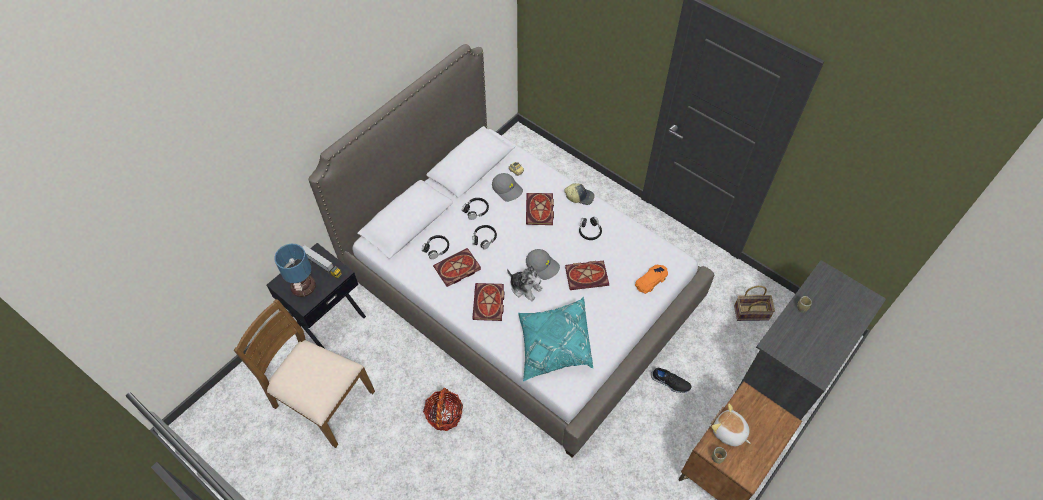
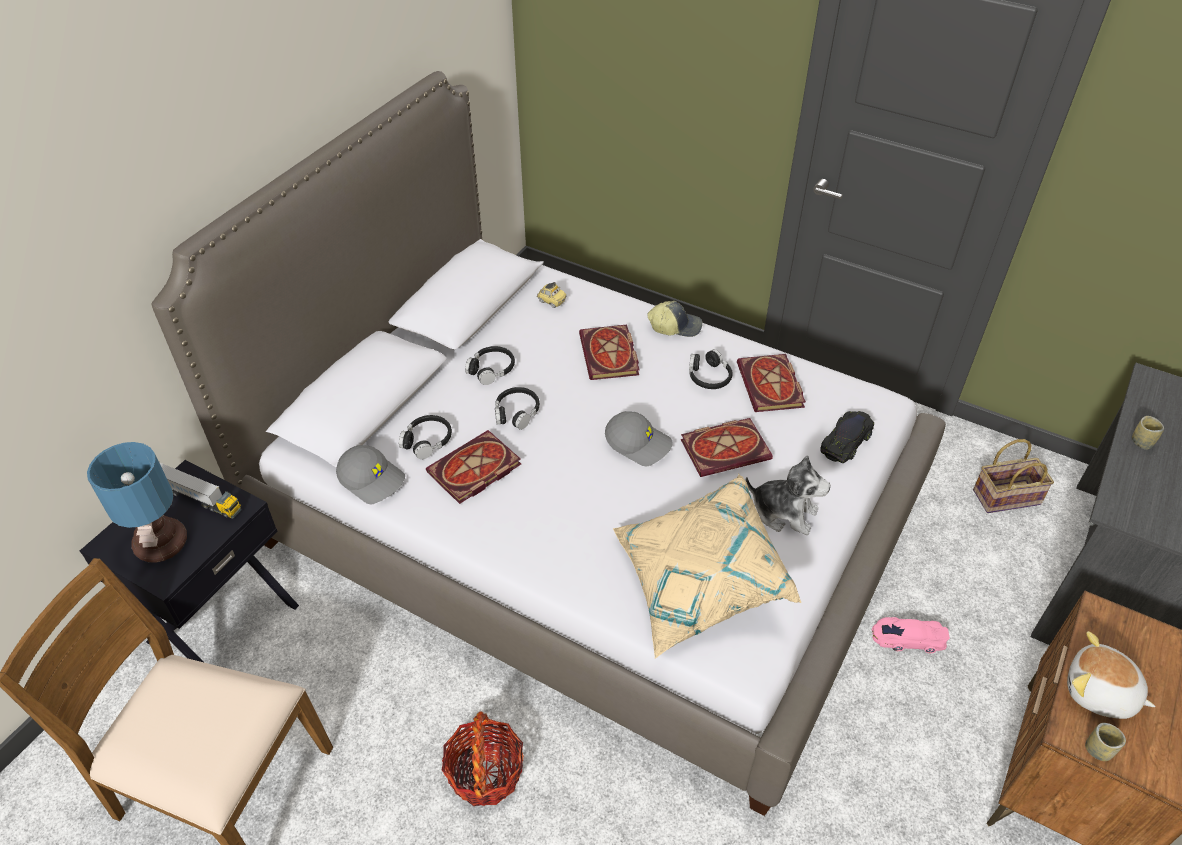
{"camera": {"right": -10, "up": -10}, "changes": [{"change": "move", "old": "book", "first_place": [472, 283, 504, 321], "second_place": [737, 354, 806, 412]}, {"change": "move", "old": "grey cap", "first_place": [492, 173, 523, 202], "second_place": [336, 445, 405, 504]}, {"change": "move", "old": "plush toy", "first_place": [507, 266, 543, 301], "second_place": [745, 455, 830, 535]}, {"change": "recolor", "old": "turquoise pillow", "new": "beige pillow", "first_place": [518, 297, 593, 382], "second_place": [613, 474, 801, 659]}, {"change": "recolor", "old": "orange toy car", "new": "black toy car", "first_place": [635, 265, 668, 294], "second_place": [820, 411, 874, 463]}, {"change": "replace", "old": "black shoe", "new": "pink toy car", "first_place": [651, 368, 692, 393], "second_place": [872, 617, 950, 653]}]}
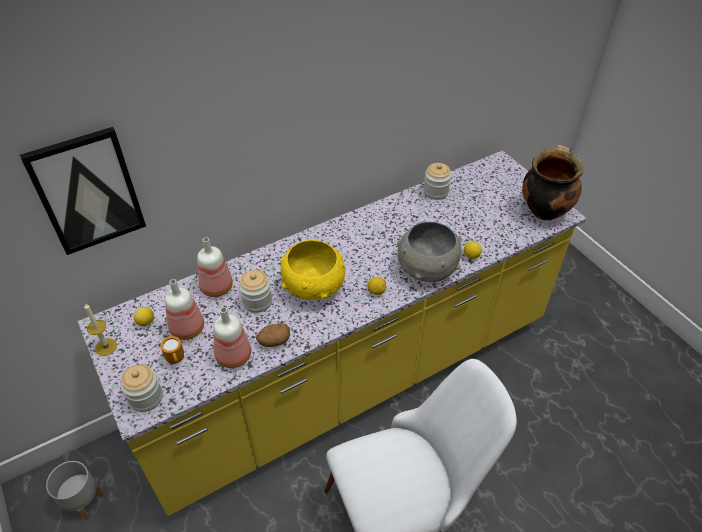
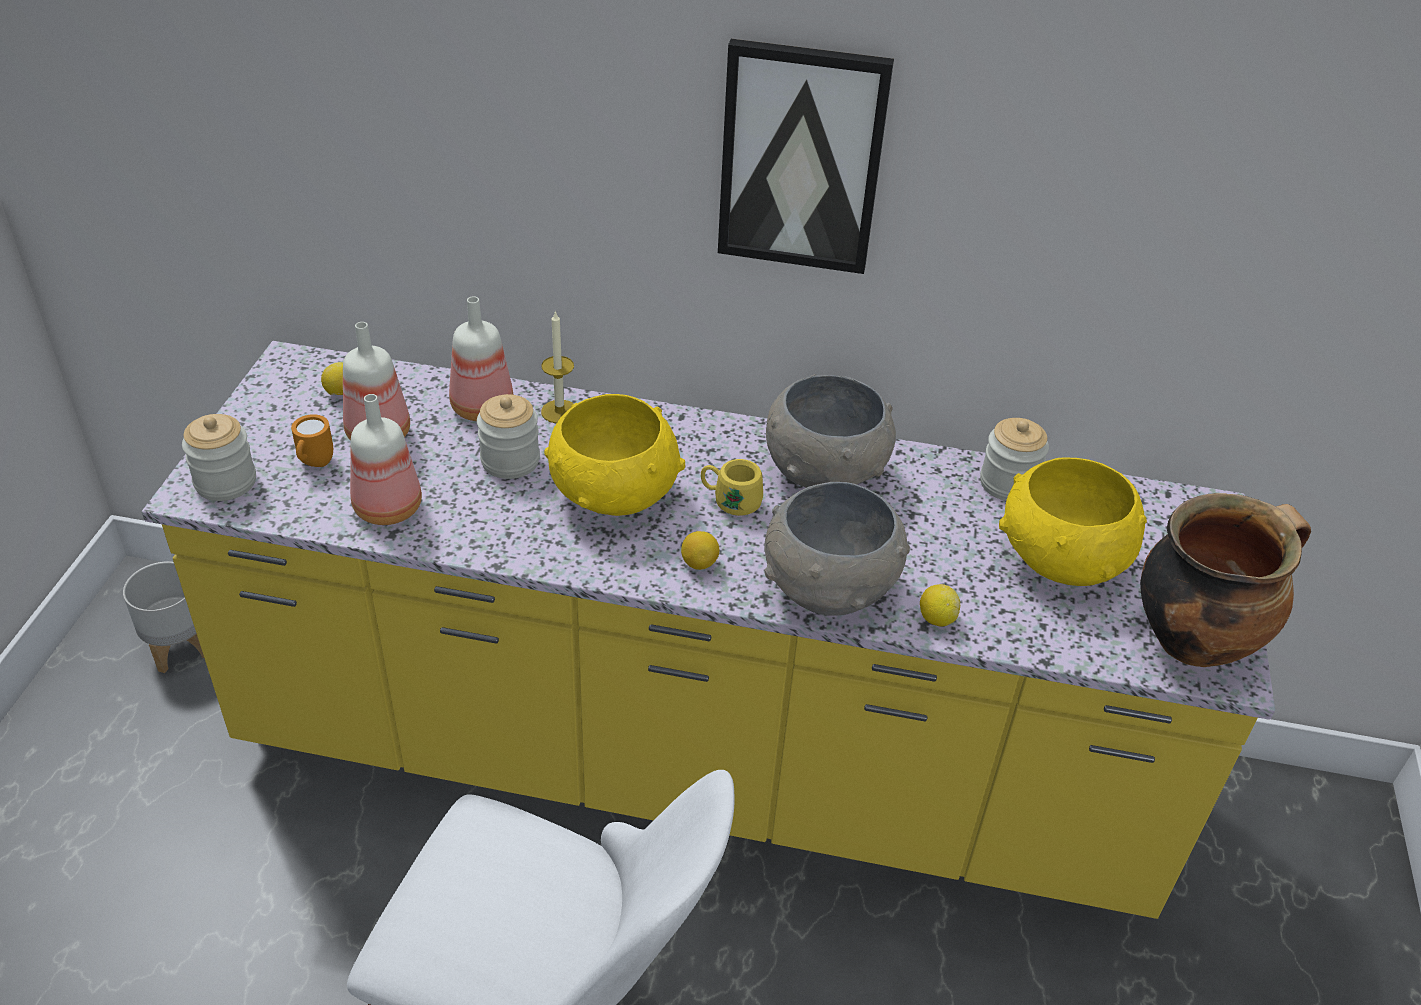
{"camera": {"right": 40, "up": -5}, "changes": [{"change": "move", "old": "picture", "first_place": [20, 127, 146, 255], "second_place": [718, 39, 894, 274]}, {"change": "move", "old": "candle", "first_place": [84, 304, 117, 356], "second_place": [541, 310, 574, 423]}, {"change": "delete", "old": "potato", "first_place": [256, 323, 290, 347]}, {"change": "insert", "new": "yellow mug", "second_place": [701, 459, 763, 516]}, {"change": "insert", "new": "grey bowl", "second_place": [766, 374, 896, 488]}, {"change": "insert", "new": "yellow bowl", "second_place": [999, 458, 1147, 586]}]}
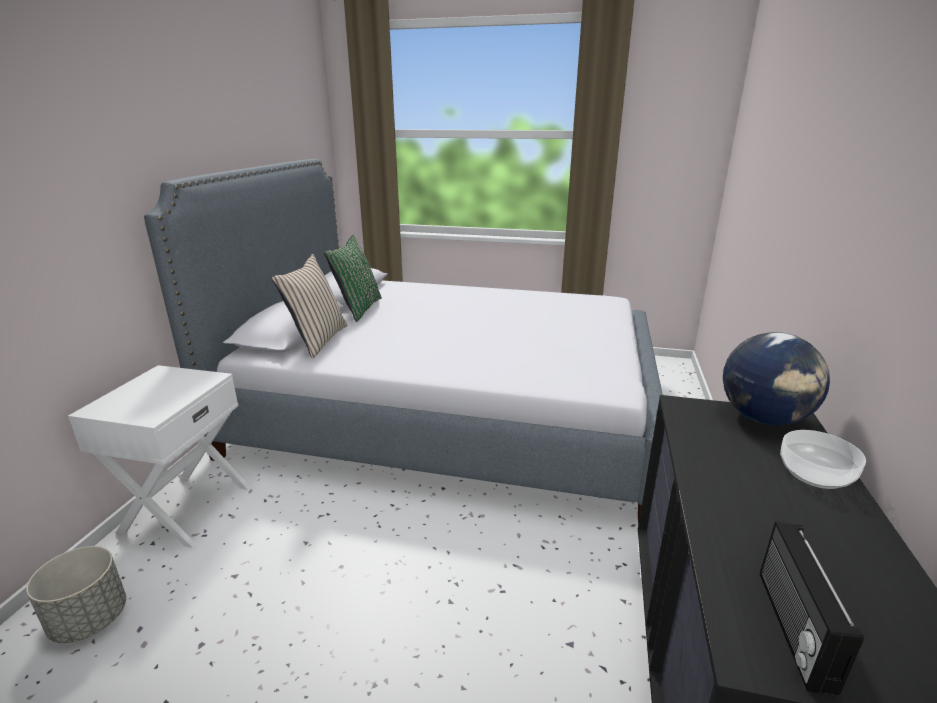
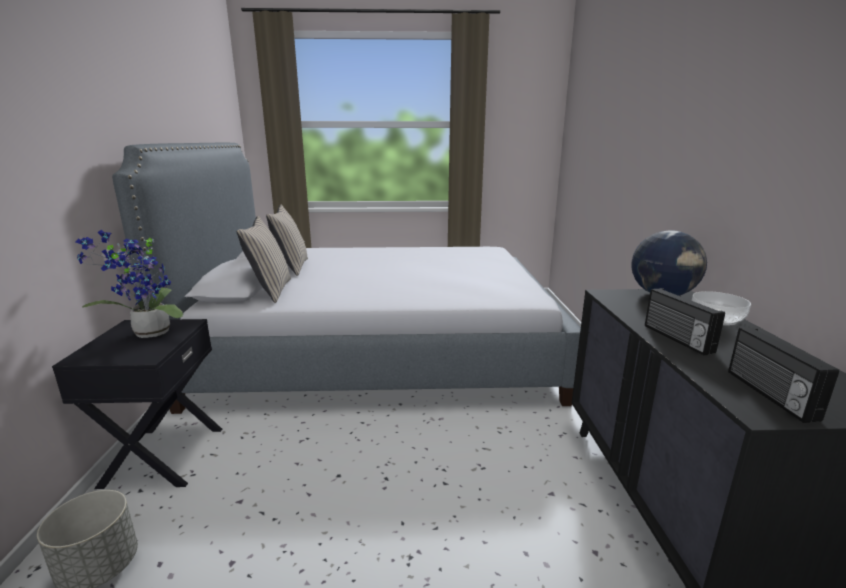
{"camera": {"right": -15, "up": -5}, "changes": [{"change": "recolor", "old": "white nightstand", "new": "black nightstand", "first_place": [68, 365, 250, 548], "second_place": [52, 319, 222, 489]}, {"change": "recolor", "old": "green pillow", "new": "beige pillow", "first_place": [324, 235, 382, 322], "second_place": [266, 205, 308, 276]}, {"change": "insert", "new": "potted plant", "second_place": [75, 230, 183, 338]}, {"change": "insert", "new": "radio", "second_place": [645, 288, 725, 356]}]}
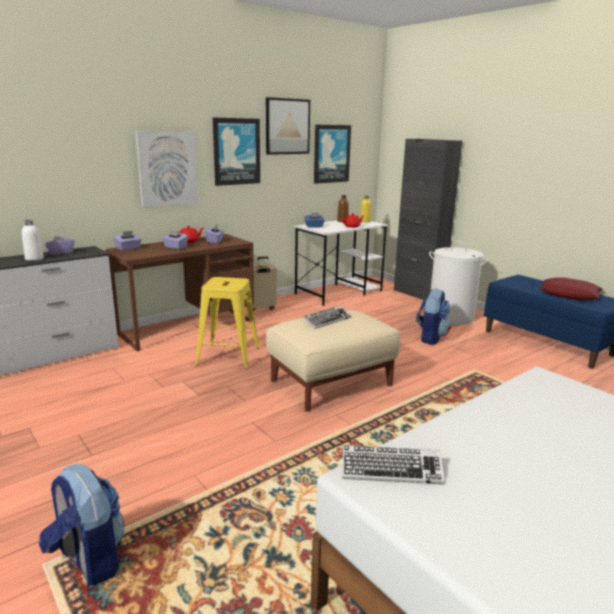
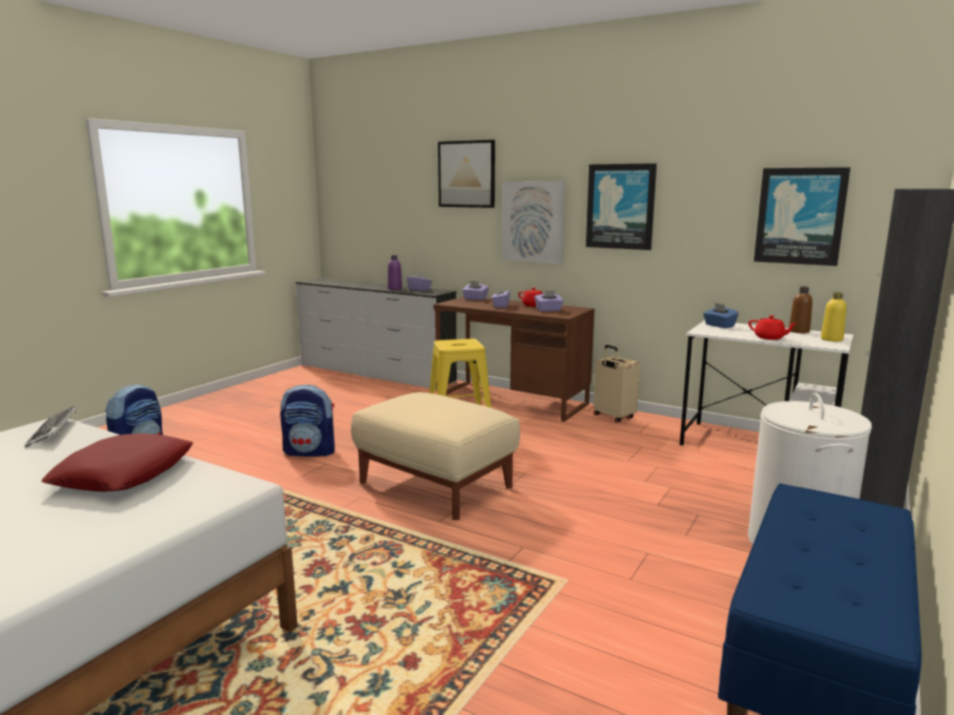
{"camera": {"right": 70, "up": -5}, "changes": [{"change": "recolor", "old": "white bottle", "new": "purple bottle", "first_place": [22, 219, 44, 261], "second_place": [388, 255, 402, 290]}, {"change": "move", "old": "picture", "first_place": [266, 97, 310, 155], "second_place": [438, 140, 495, 208]}, {"change": "delete", "old": "keyboard", "first_place": [303, 306, 351, 329]}, {"change": "move", "old": "backpack", "first_place": [416, 288, 451, 345], "second_place": [280, 384, 335, 457]}, {"change": "move", "old": "red pillow", "first_place": [540, 277, 602, 300], "second_place": [41, 433, 193, 492]}]}
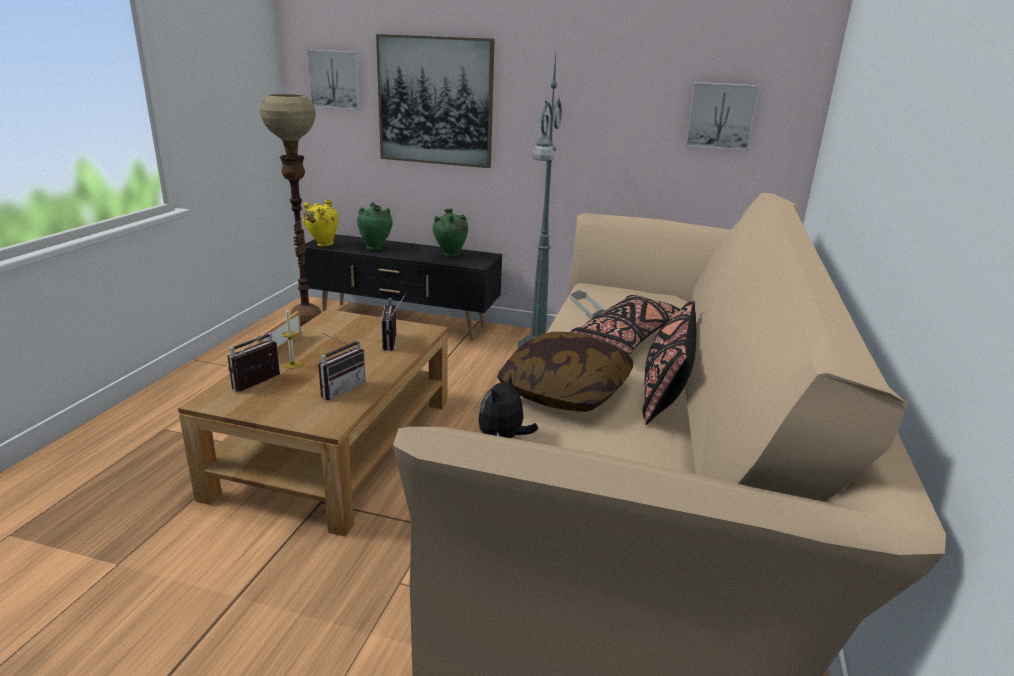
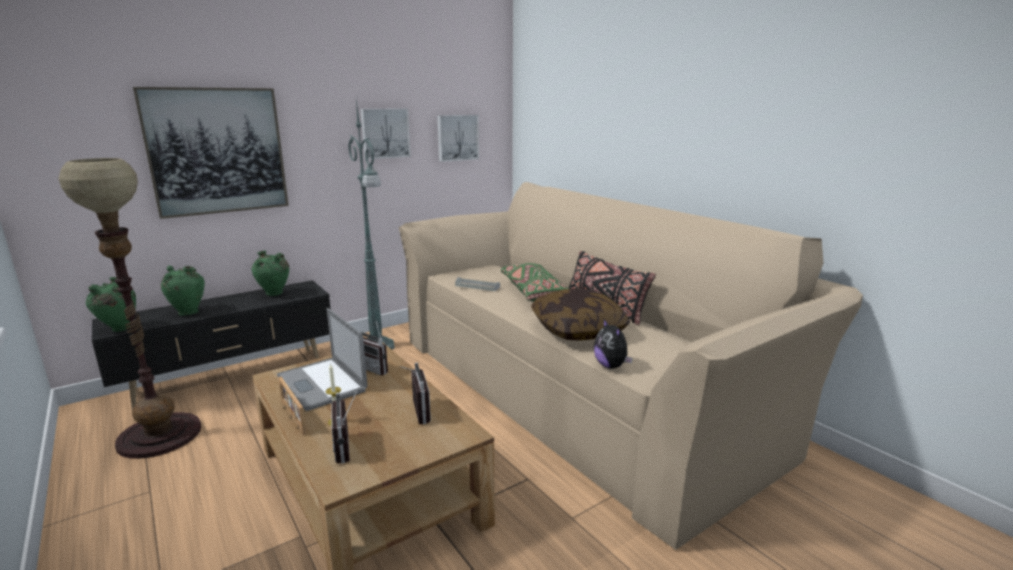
{"camera": {"right": -50, "up": -5}, "changes": [{"change": "recolor", "old": "yellow vase", "new": "green vase", "first_place": [303, 200, 339, 247], "second_place": [86, 277, 136, 332]}, {"change": "move", "old": "picture", "first_place": [306, 50, 361, 110], "second_place": [360, 108, 411, 159]}, {"change": "recolor", "old": "black pillow", "new": "green pillow", "first_place": [570, 295, 680, 354], "second_place": [501, 263, 569, 302]}, {"change": "insert", "new": "laptop", "second_place": [277, 308, 367, 411]}]}
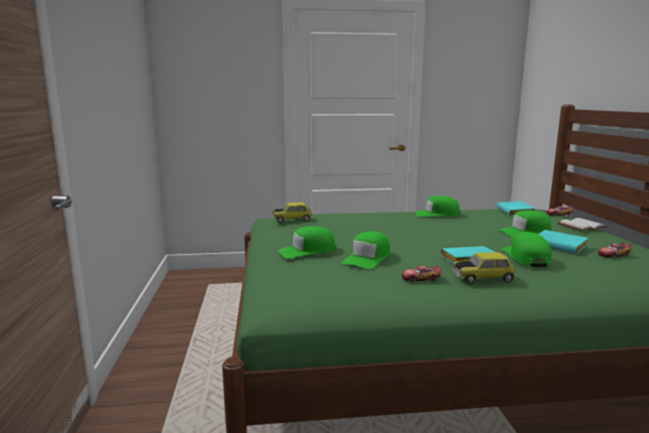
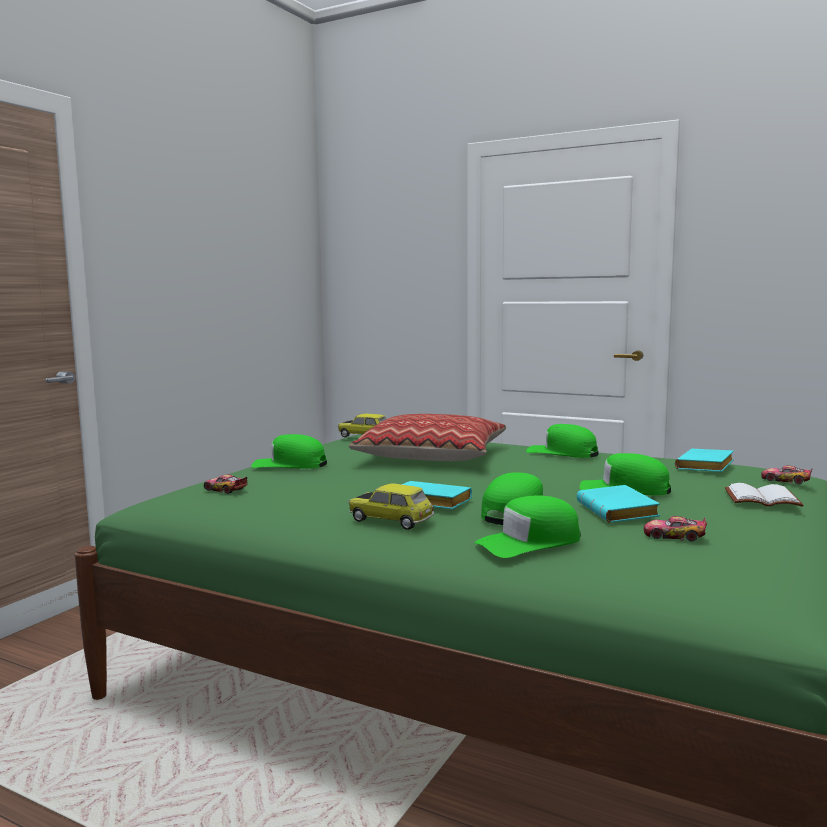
{"camera": {"right": 35, "up": -5}, "changes": [{"change": "move", "old": "green cap", "first_place": [342, 231, 390, 269], "second_place": [475, 496, 580, 558]}, {"change": "move", "old": "toy car", "first_place": [402, 265, 441, 282], "second_place": [204, 474, 248, 494]}, {"change": "insert", "new": "pillow", "second_place": [349, 414, 506, 461]}]}
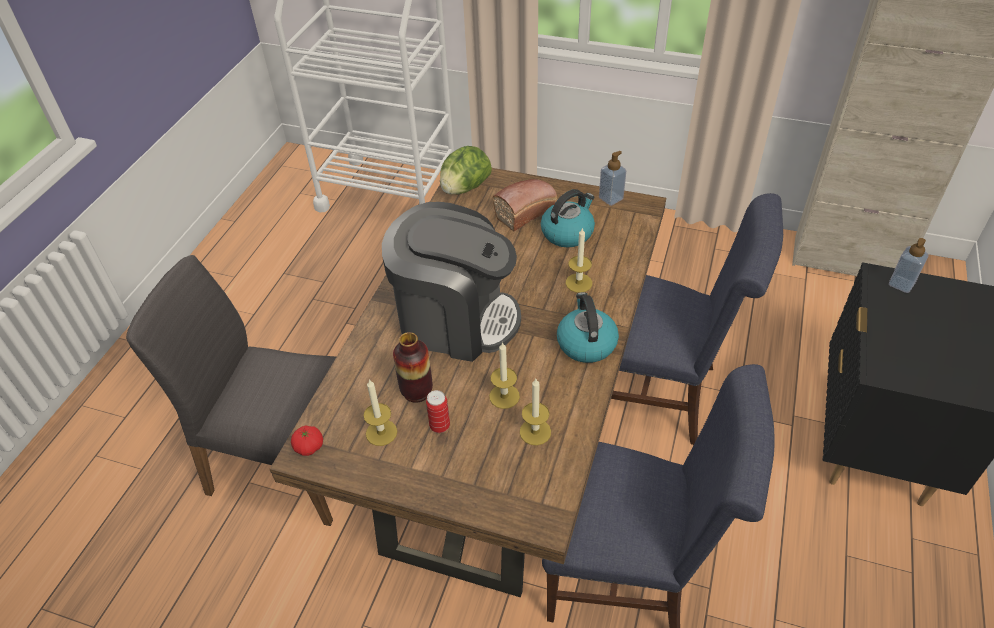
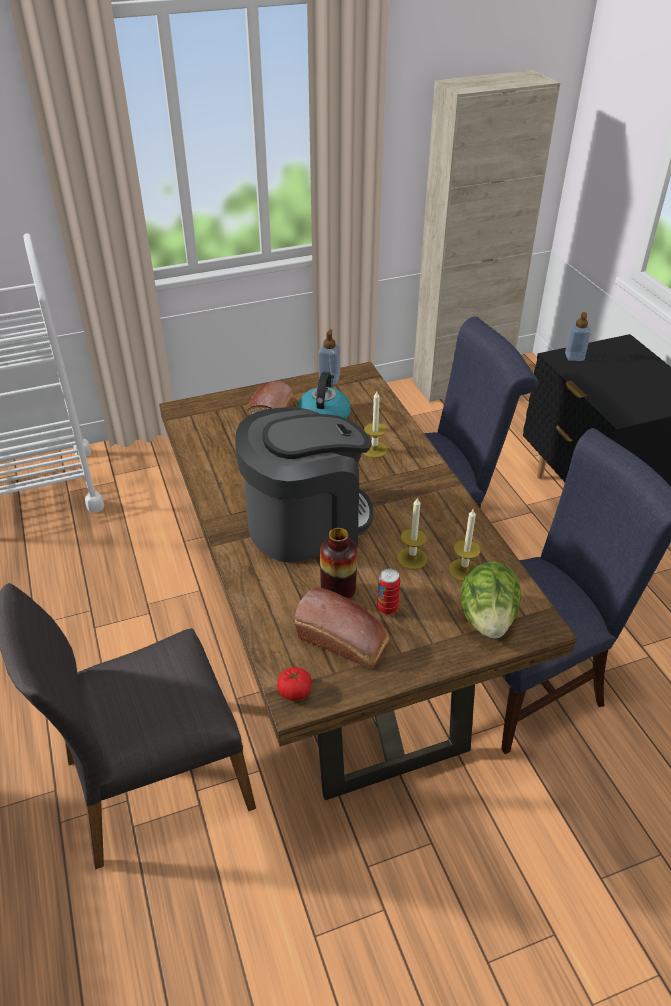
{"camera": {"right": -40, "up": -5}, "changes": [{"change": "replace", "old": "candle", "new": "bread", "first_place": [363, 379, 397, 446], "second_place": [295, 587, 390, 668]}, {"change": "move", "old": "lettuce", "first_place": [440, 146, 492, 195], "second_place": [461, 561, 522, 639]}, {"change": "delete", "old": "kettle", "first_place": [557, 292, 619, 363]}]}
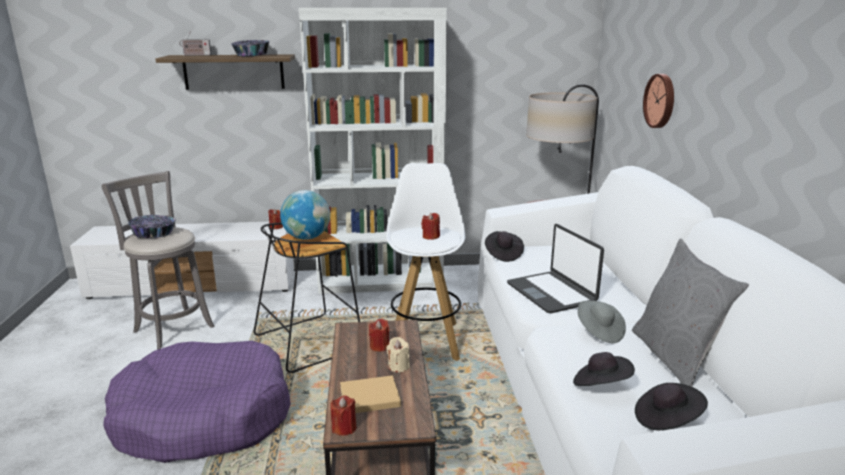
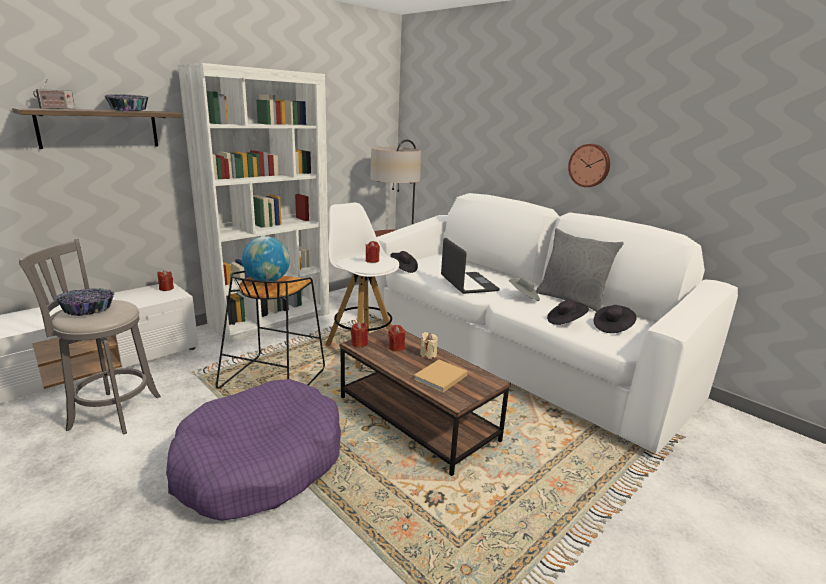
{"camera": {"right": -40, "up": 0}, "changes": [{"change": "move", "old": "red candle", "first_place": [330, 395, 356, 436], "second_place": [350, 322, 368, 348]}, {"change": "rotate", "old": "laptop", "first_place": [507, 224, 604, 313], "second_place": [441, 238, 500, 294], "degrees": -135}, {"change": "move", "old": "wall clock", "first_place": [643, 74, 674, 128], "second_place": [568, 144, 610, 187]}]}
